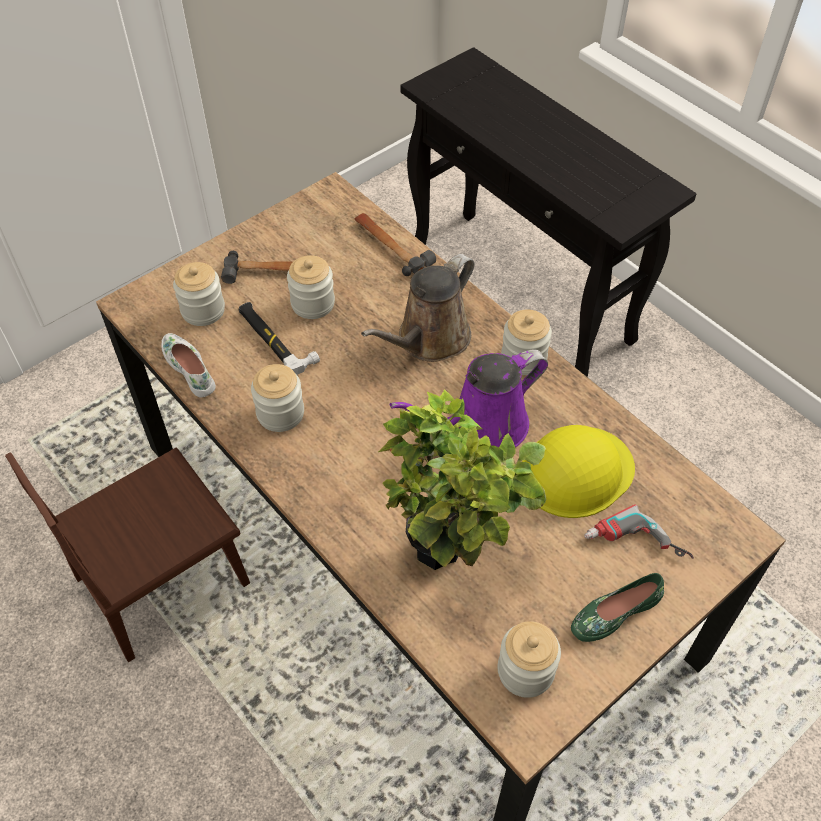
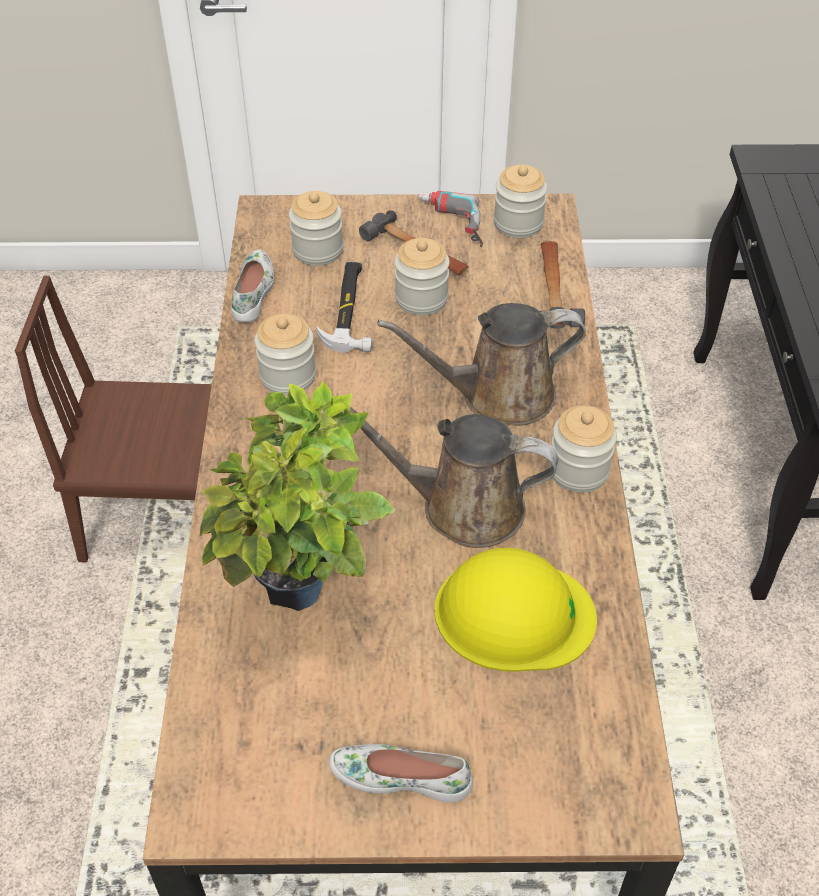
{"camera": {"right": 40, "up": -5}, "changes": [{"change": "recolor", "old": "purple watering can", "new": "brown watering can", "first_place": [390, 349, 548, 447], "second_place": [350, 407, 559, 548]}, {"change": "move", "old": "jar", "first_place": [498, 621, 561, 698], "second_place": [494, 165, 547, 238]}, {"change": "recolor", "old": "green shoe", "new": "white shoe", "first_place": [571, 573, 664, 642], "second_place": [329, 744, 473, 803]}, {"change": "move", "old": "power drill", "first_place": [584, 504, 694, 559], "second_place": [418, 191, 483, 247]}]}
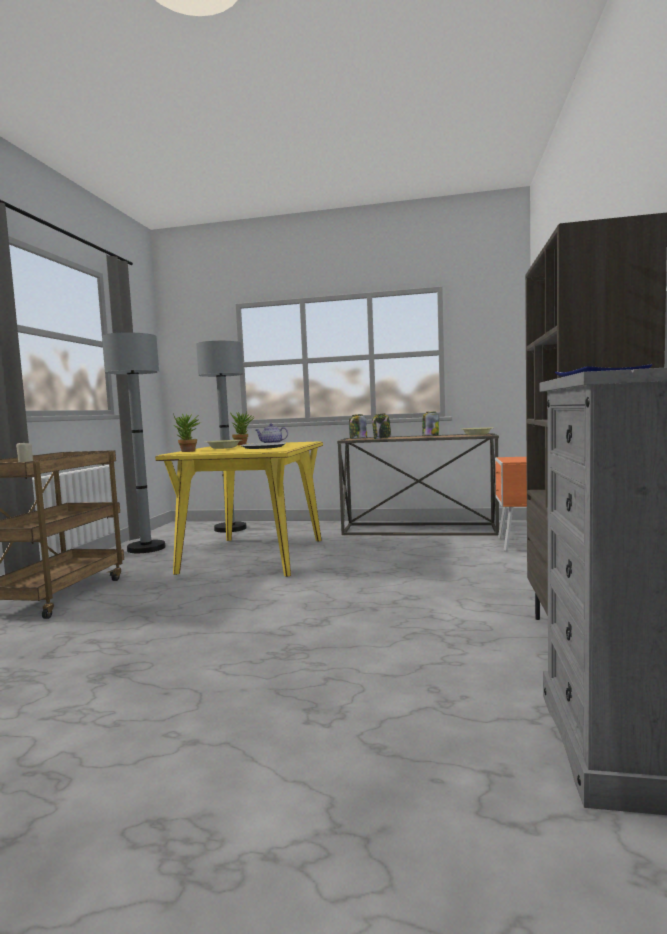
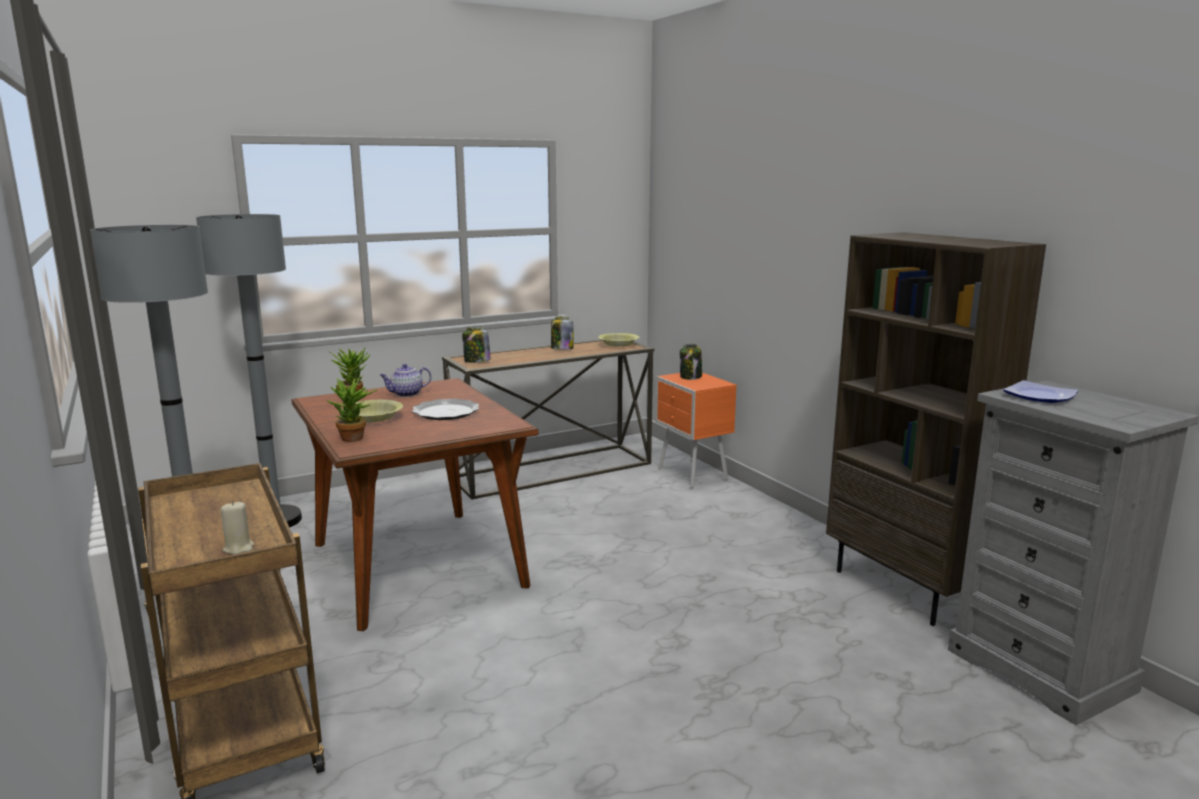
{"camera": {"right": -40, "up": 10}, "changes": [{"change": "recolor", "old": "yellow dining table", "new": "brown dining table", "first_place": [155, 441, 323, 577], "second_place": [292, 378, 538, 631]}, {"change": "move", "old": "jar", "first_place": [372, 413, 391, 439], "second_place": [680, 343, 702, 380]}]}
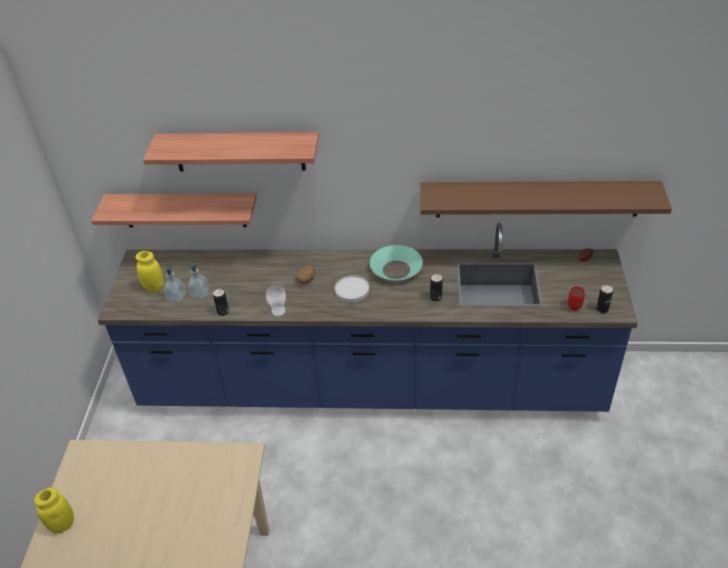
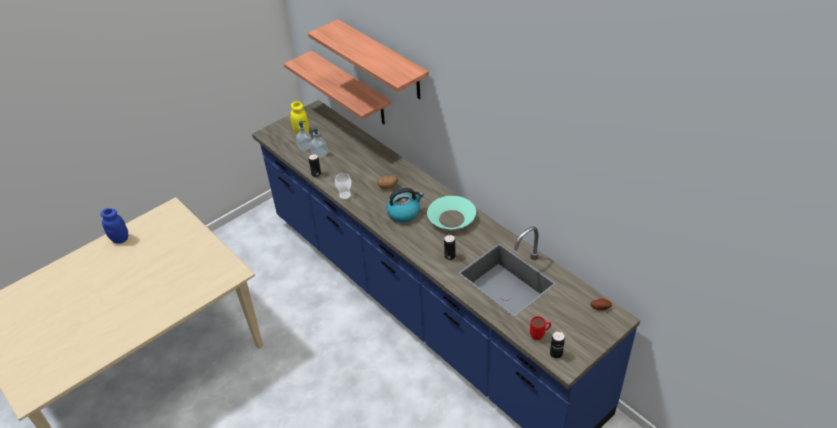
{"camera": {"right": 45, "up": 0}, "changes": [{"change": "recolor", "old": "yellow jar", "new": "blue jar", "first_place": [34, 487, 74, 533], "second_place": [100, 208, 128, 244]}, {"change": "replace", "old": "white plate", "new": "kettle", "first_place": [335, 275, 369, 303], "second_place": [386, 188, 424, 222]}, {"change": "delete", "old": "brown shelf", "first_place": [421, 181, 672, 217]}]}
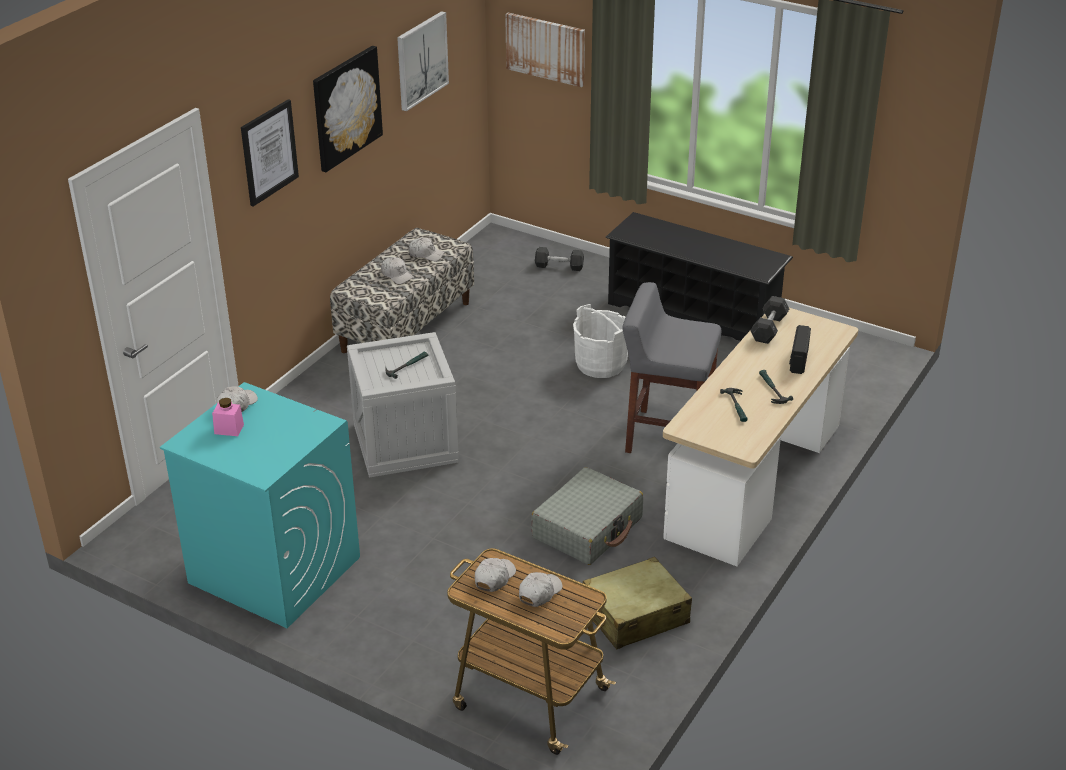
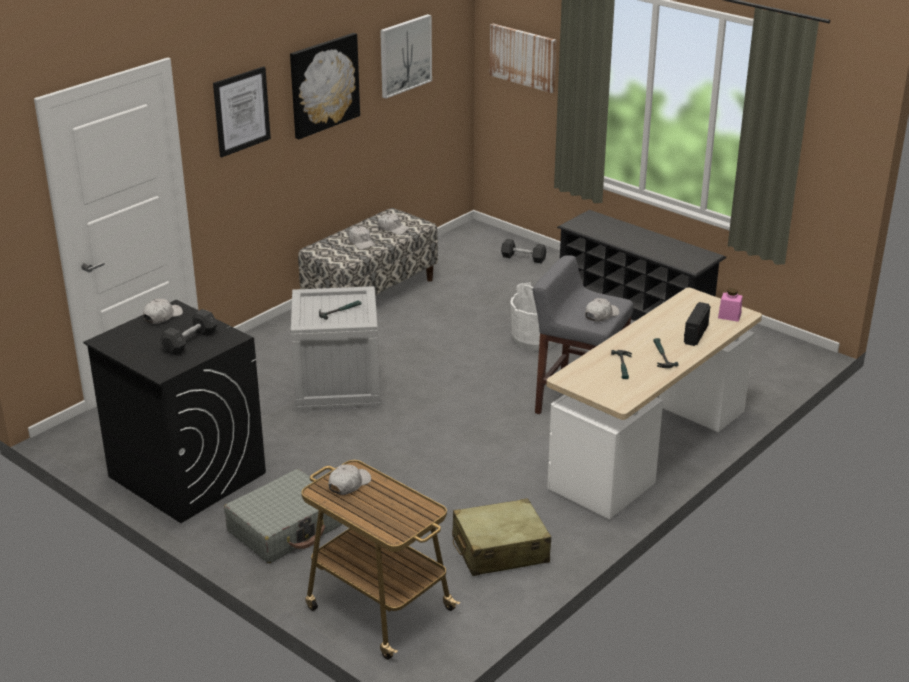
{"camera": {"right": 10, "up": -5}, "changes": [{"change": "recolor", "old": "turquoise washing machine", "new": "black washing machine", "first_place": [160, 382, 360, 628], "second_place": [83, 300, 266, 523]}, {"change": "move", "old": "pink jar", "first_place": [212, 398, 244, 436], "second_place": [718, 288, 743, 322]}, {"change": "move", "old": "white cap", "first_place": [519, 572, 562, 607], "second_place": [585, 298, 620, 322]}, {"change": "move", "old": "grey suitcase", "first_place": [531, 467, 643, 565], "second_place": [224, 469, 342, 563]}, {"change": "move", "old": "grey dumbbell", "first_place": [750, 296, 789, 344], "second_place": [160, 309, 218, 356]}]}
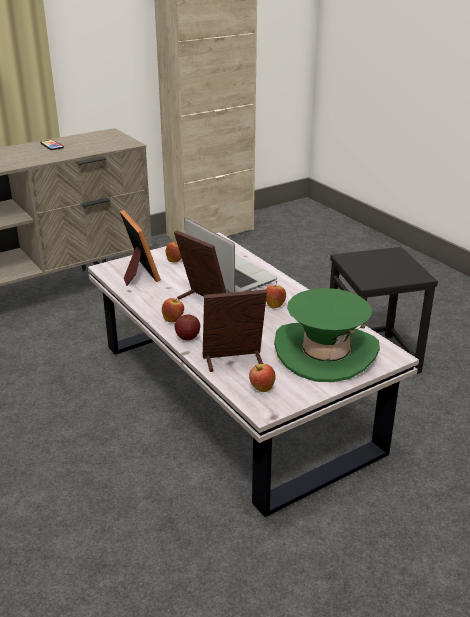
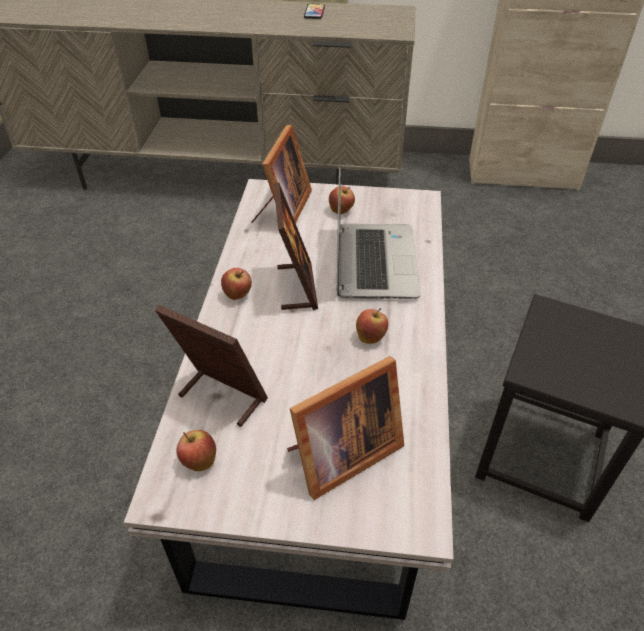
{"camera": {"right": 40, "up": 15}, "changes": [{"change": "delete", "old": "apple", "first_place": [174, 314, 200, 341]}, {"change": "replace", "old": "green hat", "new": "picture frame", "first_place": [274, 288, 380, 382], "second_place": [287, 356, 404, 500]}]}
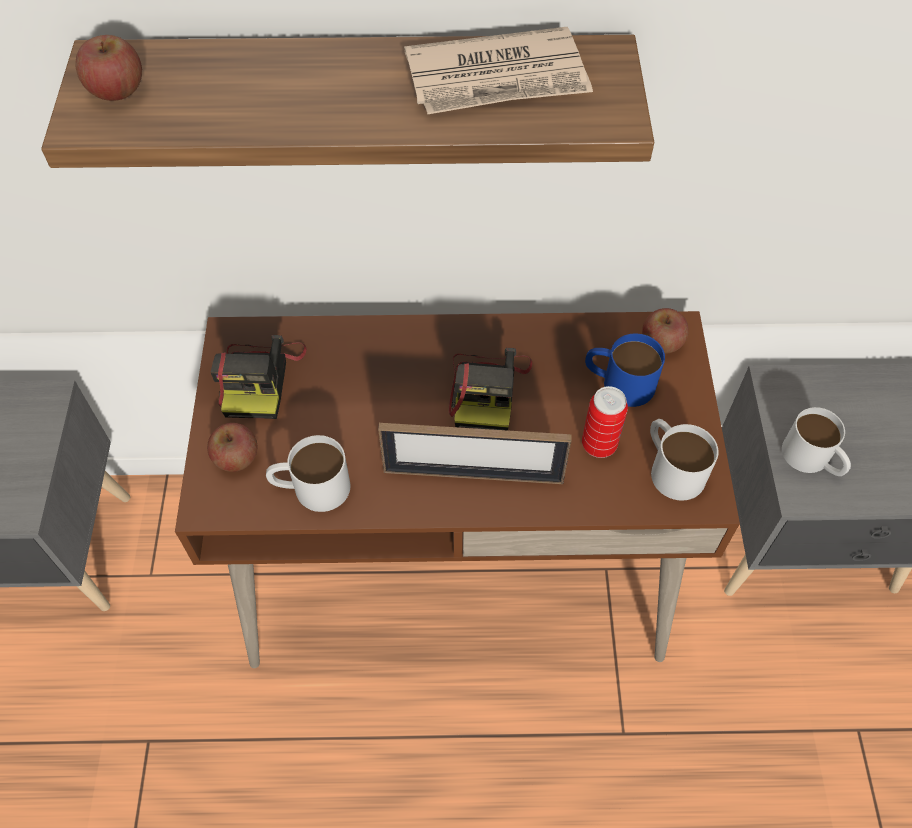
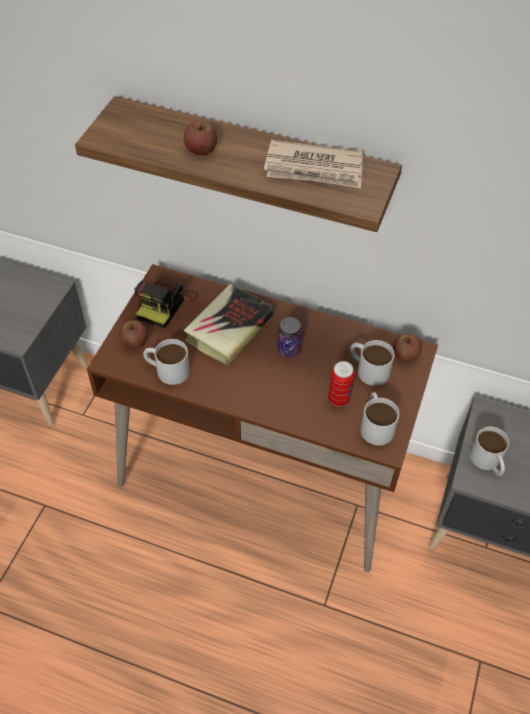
{"camera": {"right": 20, "up": -5}, "changes": [{"change": "move", "old": "apple", "first_place": [75, 35, 142, 101], "second_place": [184, 121, 217, 155]}, {"change": "delete", "old": "picture frame", "first_place": [378, 423, 572, 484]}, {"change": "replace", "old": "photo camera", "new": "can", "first_place": [449, 348, 533, 430], "second_place": [277, 317, 302, 357]}, {"change": "recolor", "old": "blue mug", "new": "white mug", "first_place": [585, 334, 665, 407], "second_place": [350, 340, 394, 386]}, {"change": "insert", "new": "book", "second_place": [183, 284, 274, 366]}]}
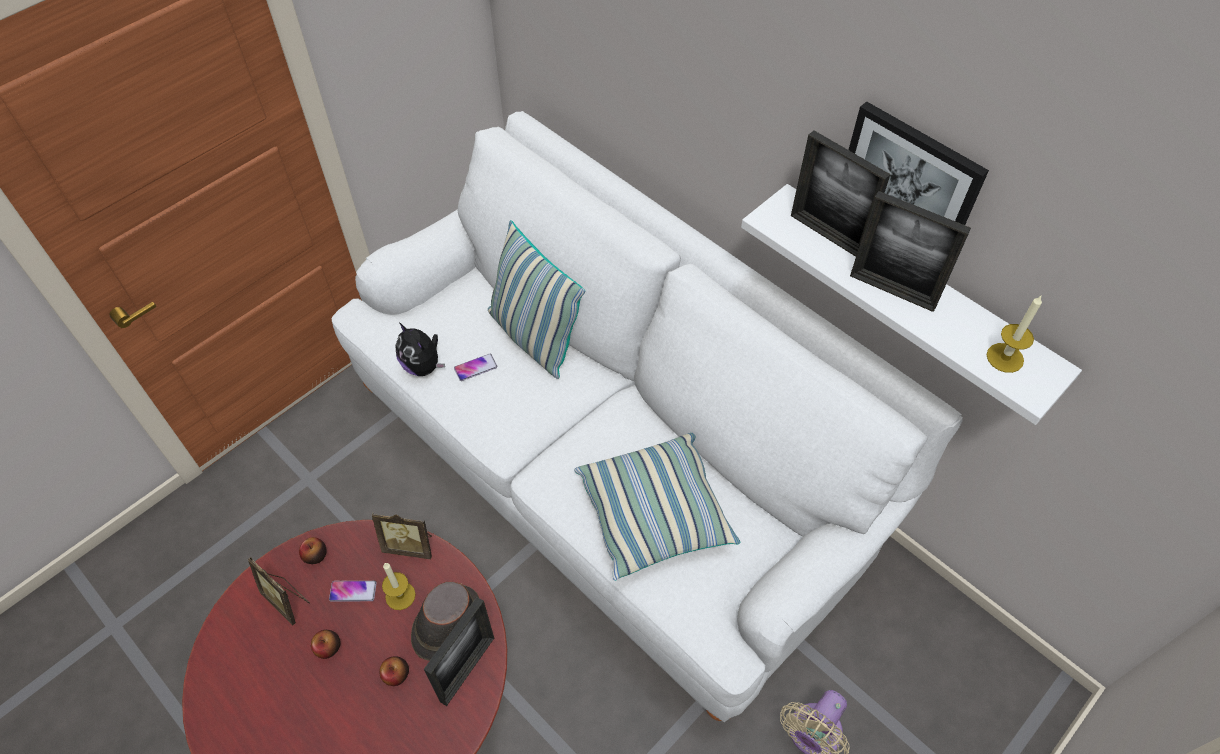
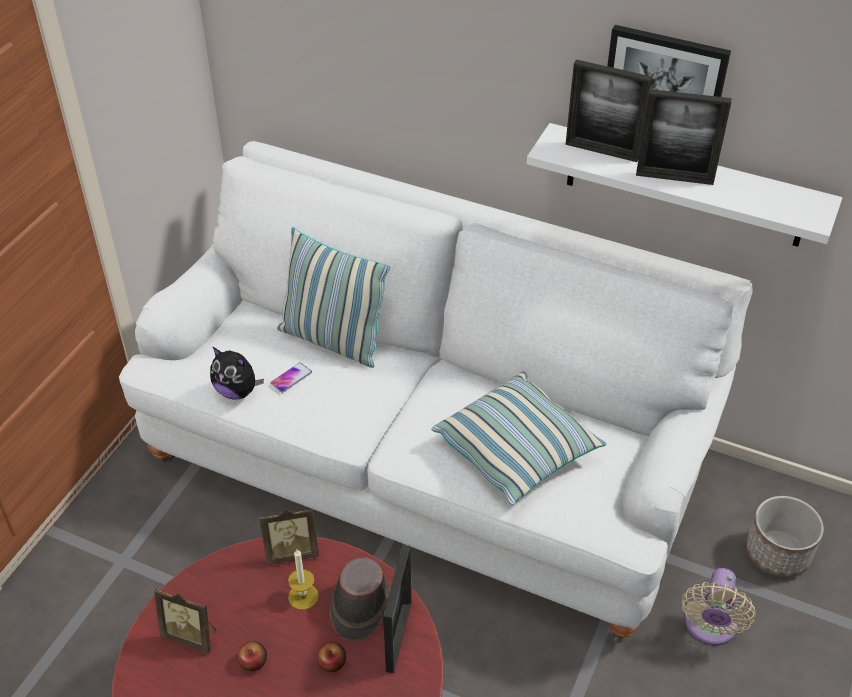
{"camera": {"right": -20, "up": -10}, "changes": [{"change": "delete", "old": "apple", "first_place": [299, 537, 327, 564]}, {"change": "delete", "old": "phone", "first_place": [329, 581, 376, 602]}, {"change": "delete", "old": "candle", "first_place": [987, 296, 1042, 373]}, {"change": "insert", "new": "planter", "second_place": [746, 496, 824, 578]}]}
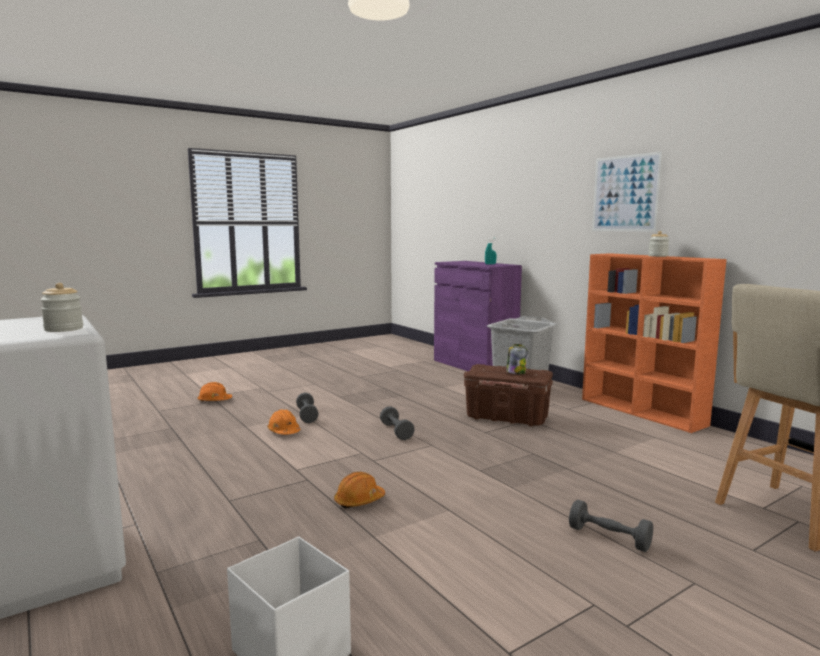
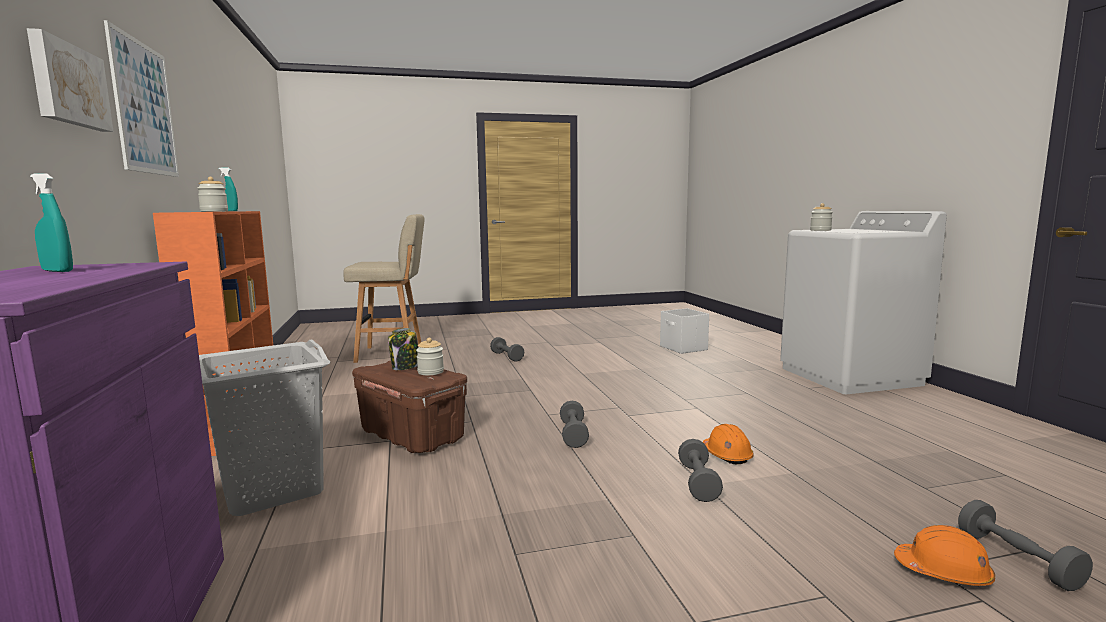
{"camera": {"right": -160, "up": 0}, "changes": [{"change": "delete", "old": "orange hard hat", "first_place": [334, 472, 385, 508]}, {"change": "insert", "new": "picture", "second_place": [27, 28, 114, 132]}, {"change": "insert", "new": "turquoise spray bottle", "second_place": [219, 168, 238, 211]}, {"change": "insert", "new": "jar", "second_place": [416, 338, 444, 375]}, {"change": "insert", "new": "grey dumbbell", "second_place": [958, 500, 1093, 591]}]}
